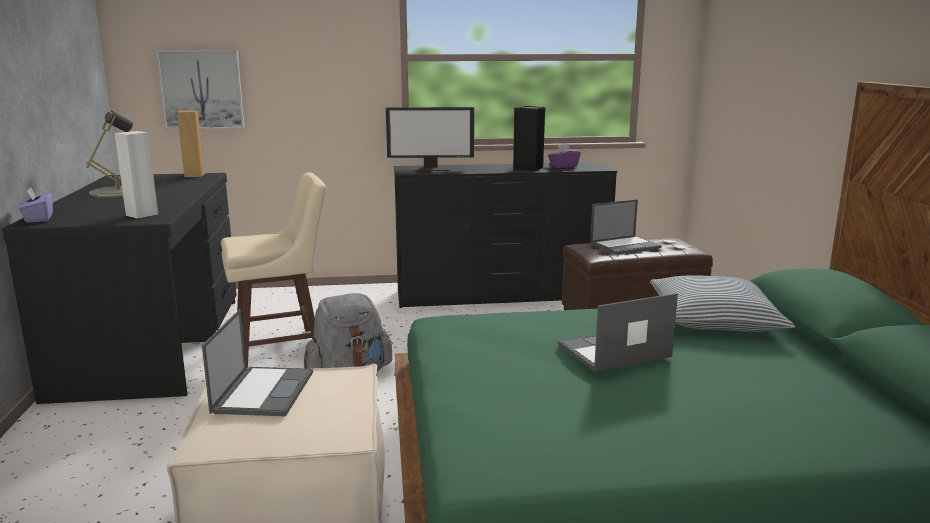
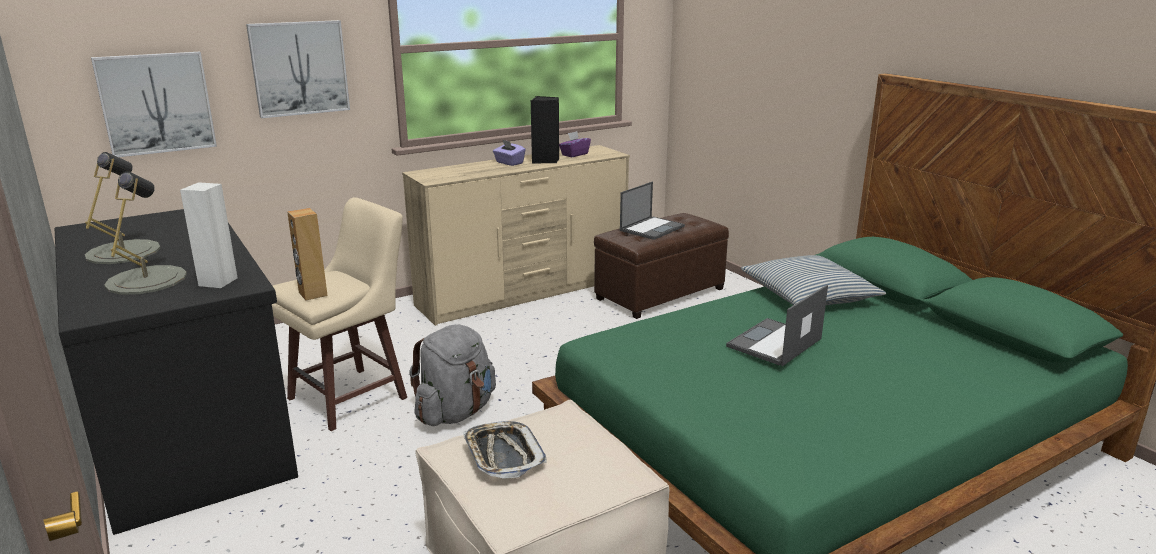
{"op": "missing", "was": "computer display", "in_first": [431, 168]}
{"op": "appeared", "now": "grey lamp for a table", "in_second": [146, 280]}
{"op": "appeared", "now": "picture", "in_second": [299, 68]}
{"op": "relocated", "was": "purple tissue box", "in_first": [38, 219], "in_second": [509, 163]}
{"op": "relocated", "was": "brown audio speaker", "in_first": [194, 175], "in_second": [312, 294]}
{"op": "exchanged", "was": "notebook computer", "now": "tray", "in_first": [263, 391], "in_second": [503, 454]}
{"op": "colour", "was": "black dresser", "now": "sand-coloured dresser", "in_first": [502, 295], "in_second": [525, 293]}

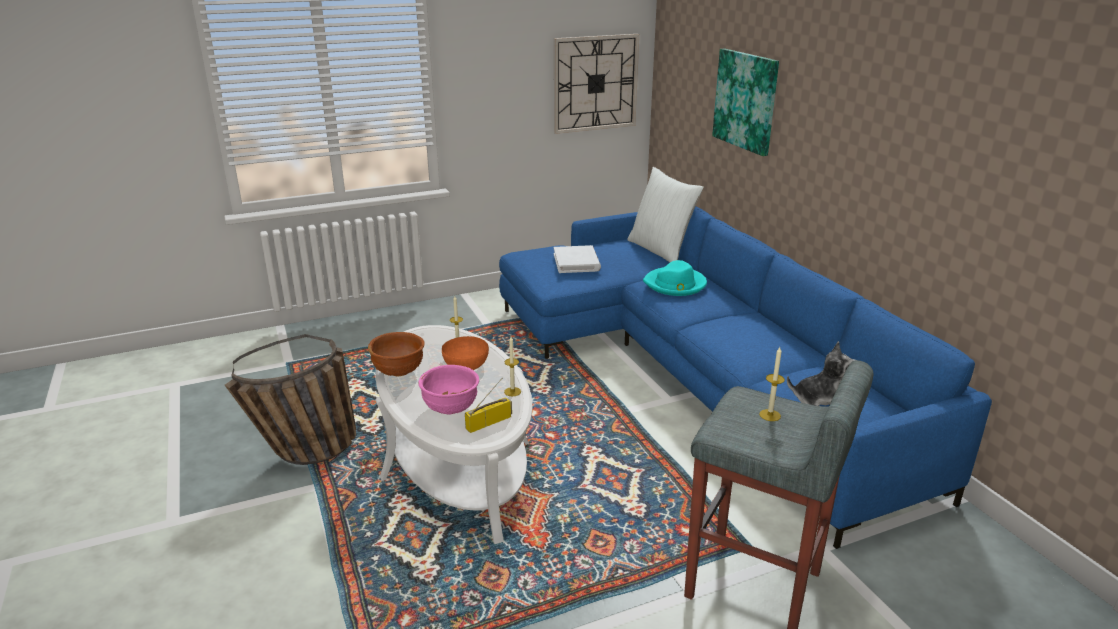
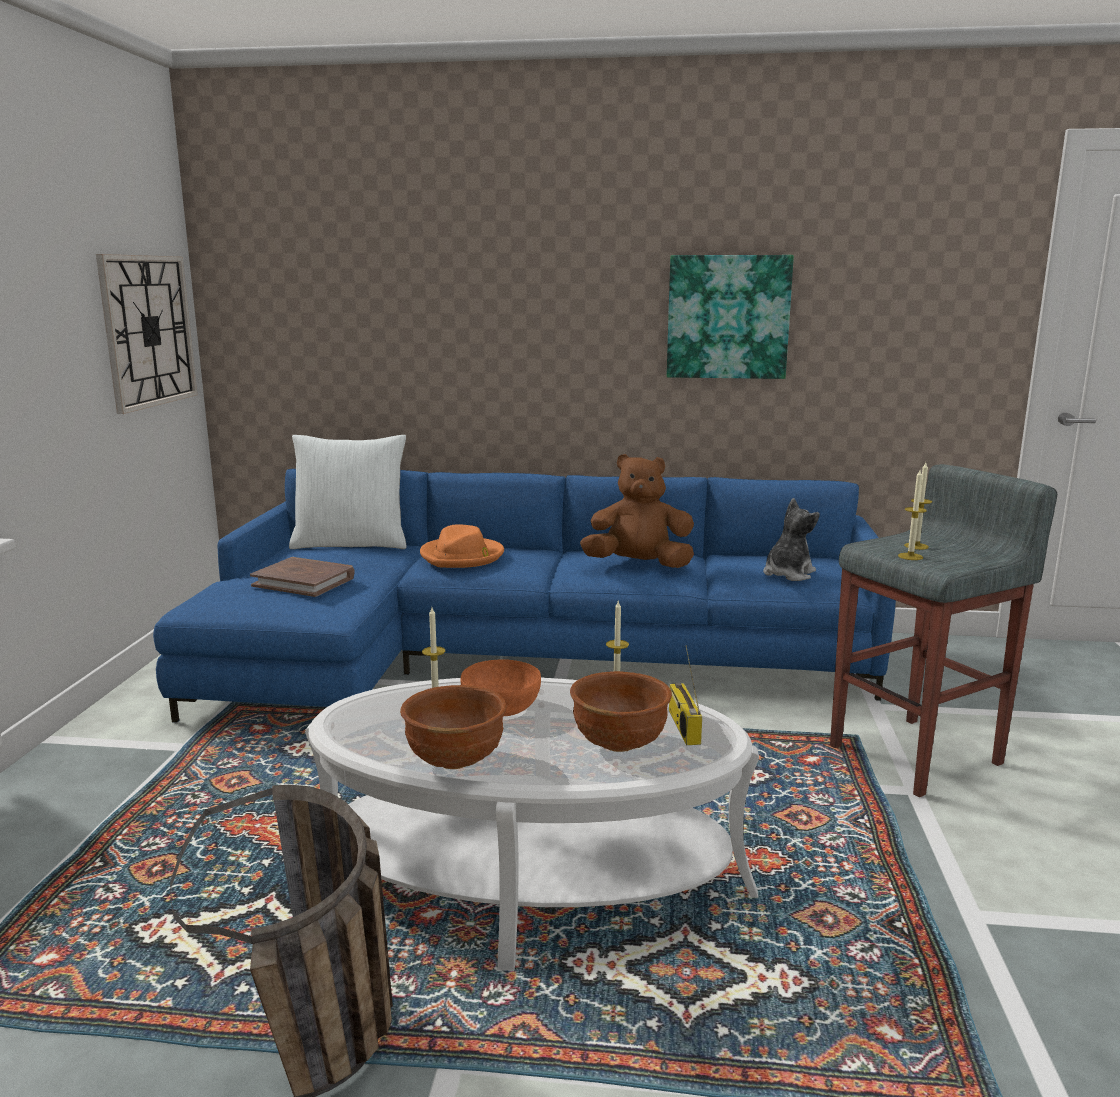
{"op": "appeared", "now": "brown plush toy", "in_second": [638, 565]}
{"op": "appeared", "now": "wax candle", "in_second": [910, 556]}
{"op": "relocated", "was": "picture", "in_first": [746, 100], "in_second": [728, 317]}
{"op": "colour", "was": "pink-coloured deep dish", "now": "brown deep dish", "in_first": [451, 409], "in_second": [620, 745]}
{"op": "colour", "was": "whitish volume", "now": "brown volume", "in_first": [576, 262], "in_second": [304, 581]}
{"op": "colour", "was": "blue-green hat", "now": "orange-coloured hat", "in_first": [675, 284], "in_second": [462, 556]}

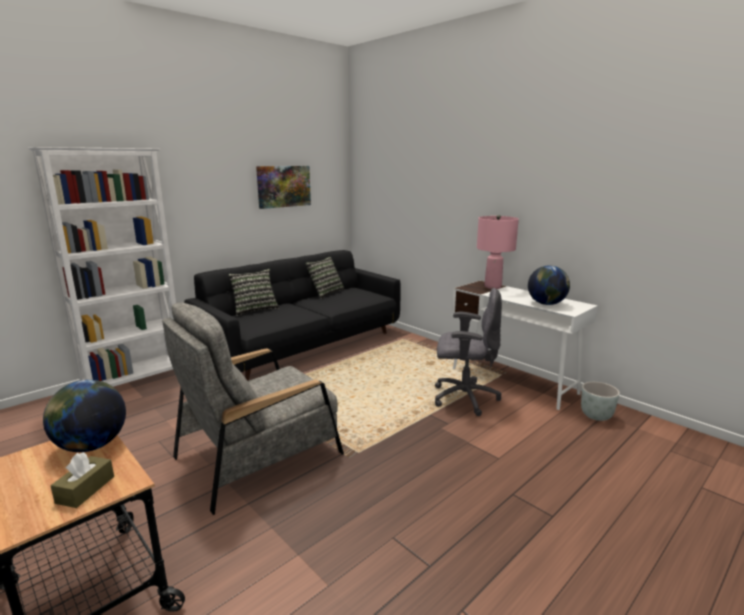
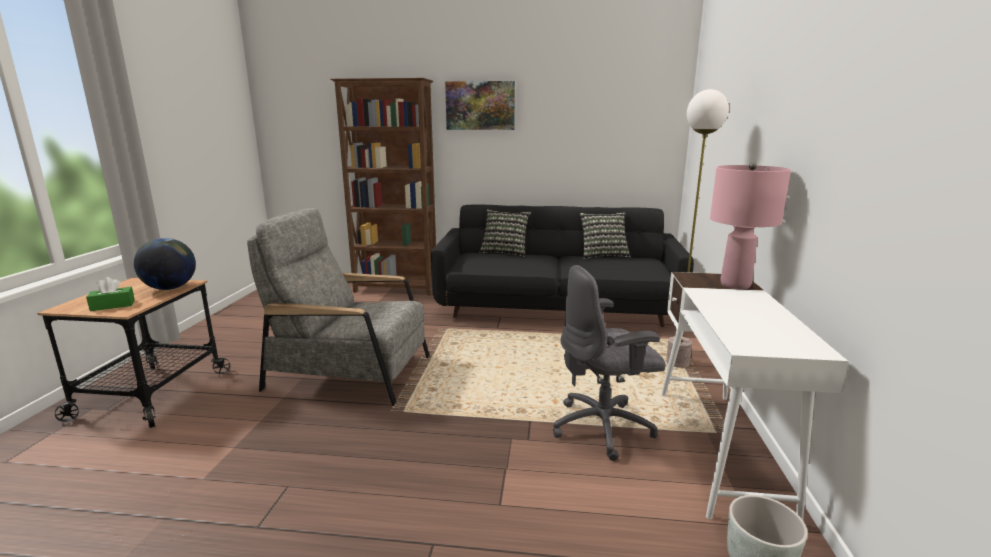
{"op": "missing", "was": "globe", "in_first": [546, 304]}
{"op": "appeared", "now": "floor lamp", "in_second": [678, 363]}
{"op": "relocated", "was": "picture", "in_first": [283, 186], "in_second": [480, 105]}
{"op": "colour", "was": "whitish bookcase", "now": "brown bookcase", "in_first": [136, 380], "in_second": [396, 289]}
{"op": "colour", "was": "brown tissue box", "now": "greenish tissue box", "in_first": [85, 489], "in_second": [113, 305]}
{"op": "spun", "was": "grey computer chair", "in_first": [463, 398], "in_second": [603, 428], "clockwise": 105}

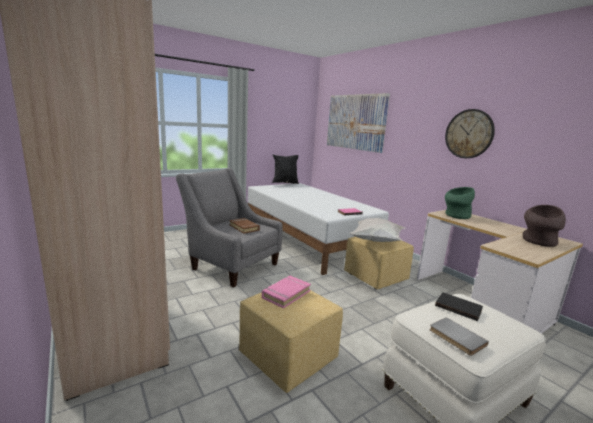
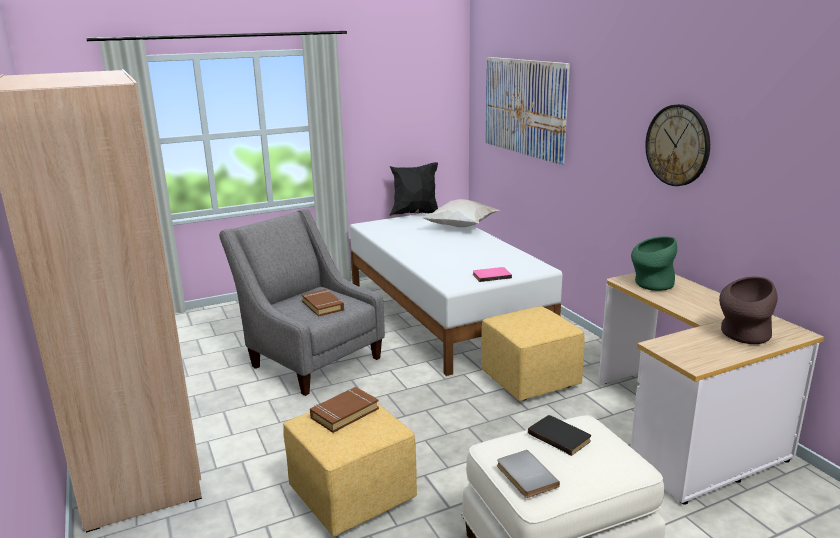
{"op": "relocated", "was": "whitish cushion", "in_first": [377, 241], "in_second": [462, 227]}
{"op": "colour", "was": "pink-coloured volume", "now": "brown volume", "in_first": [286, 294], "in_second": [344, 413]}

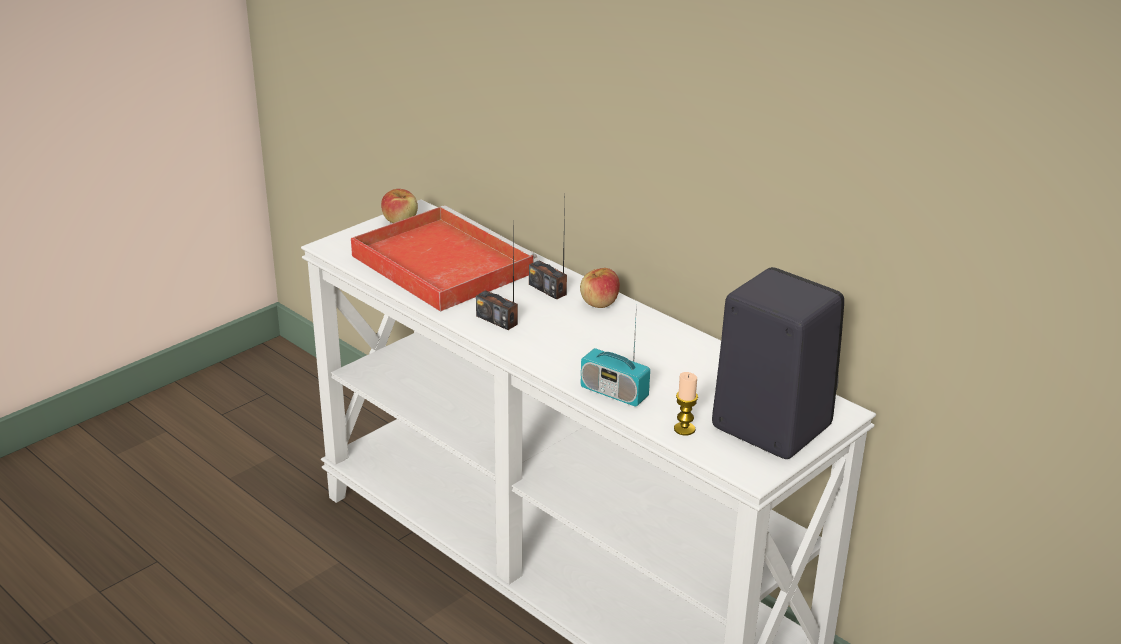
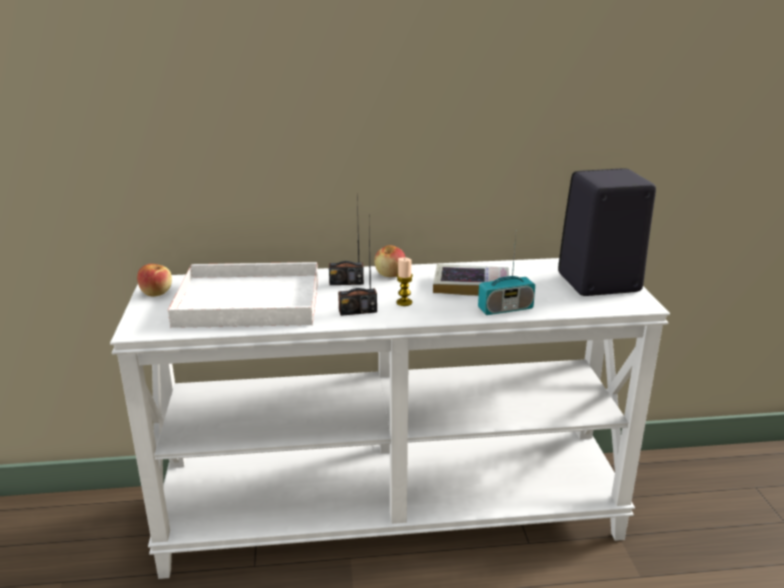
{"op": "appeared", "now": "volume", "in_second": [471, 286]}
{"op": "relocated", "was": "wax candle", "in_first": [684, 429], "in_second": [404, 302]}
{"op": "colour", "was": "red-coloured tray", "now": "whitish tray", "in_first": [439, 263], "in_second": [245, 302]}

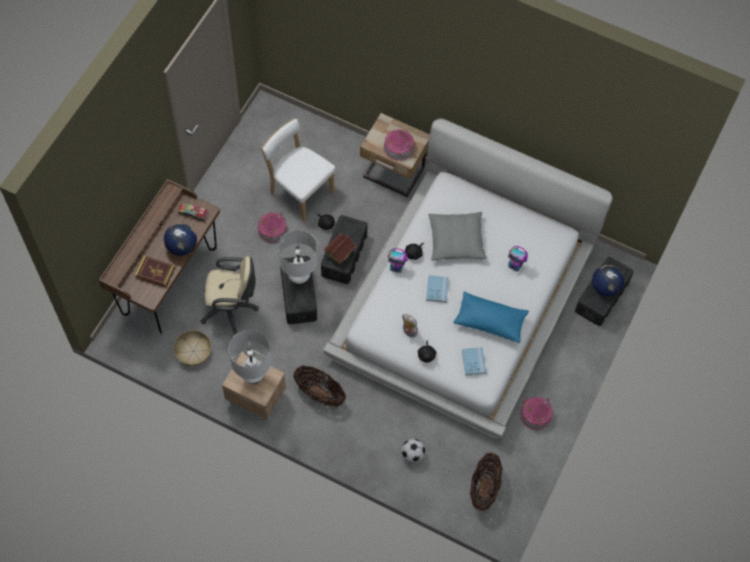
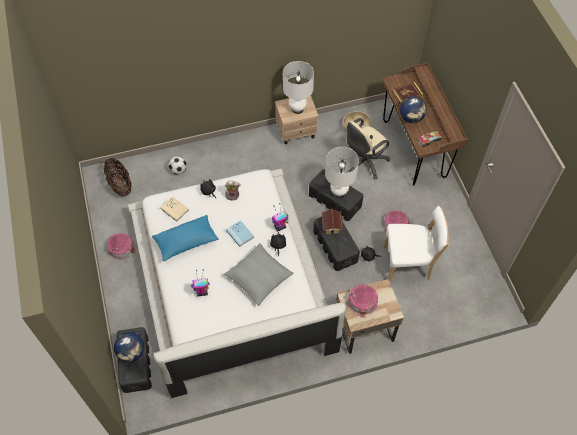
{"op": "missing", "was": "basket", "in_first": [319, 393]}
{"op": "colour", "was": "blue-coloured volume", "now": "sand-coloured volume", "in_first": [473, 362], "in_second": [174, 209]}

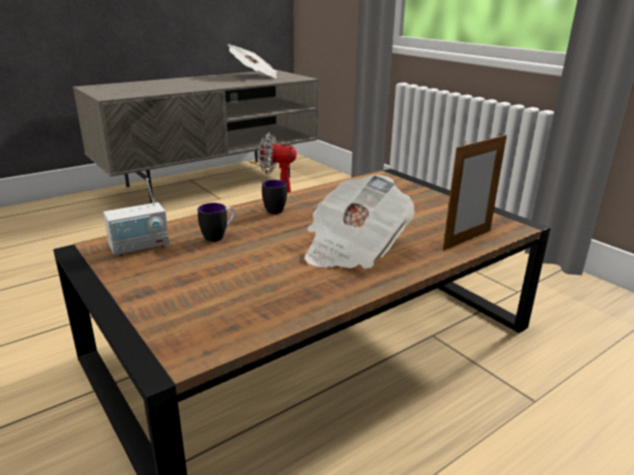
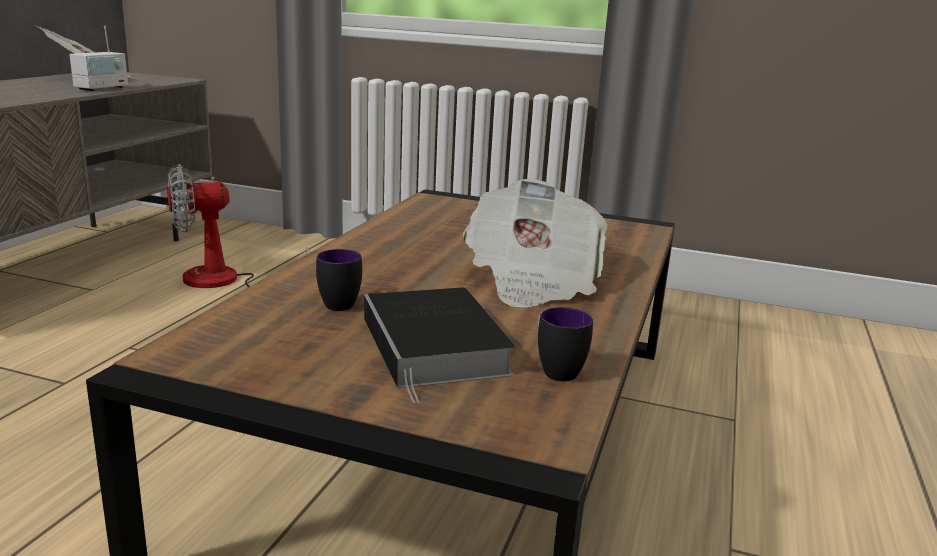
{"op": "missing", "was": "picture frame", "in_first": [467, 239]}
{"op": "appeared", "now": "volume", "in_second": [437, 348]}
{"op": "relocated", "was": "radio receiver", "in_first": [140, 247], "in_second": [102, 88]}
{"op": "relocated", "was": "tea mug", "in_first": [276, 209], "in_second": [555, 369]}

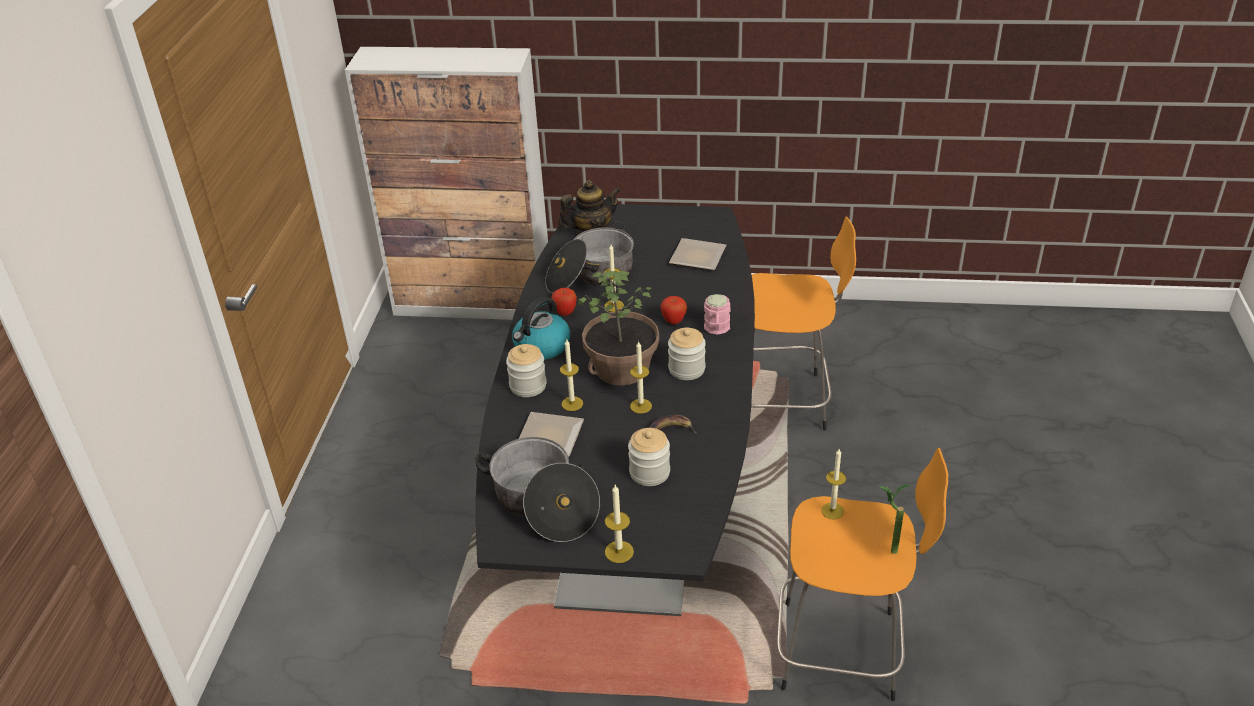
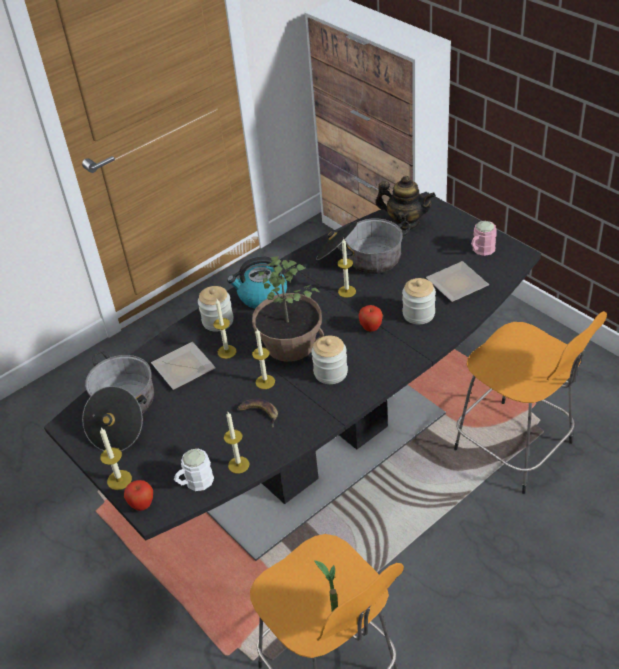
{"op": "appeared", "now": "whitish tea mug", "in_second": [195, 482]}
{"op": "relocated", "was": "apple", "in_first": [565, 313], "in_second": [142, 505]}
{"op": "relocated", "was": "jar", "in_first": [649, 472], "in_second": [418, 314]}
{"op": "relocated", "was": "pink-coloured tea mug", "in_first": [717, 329], "in_second": [481, 250]}
{"op": "relocated", "was": "wax candle", "in_first": [832, 511], "in_second": [238, 465]}

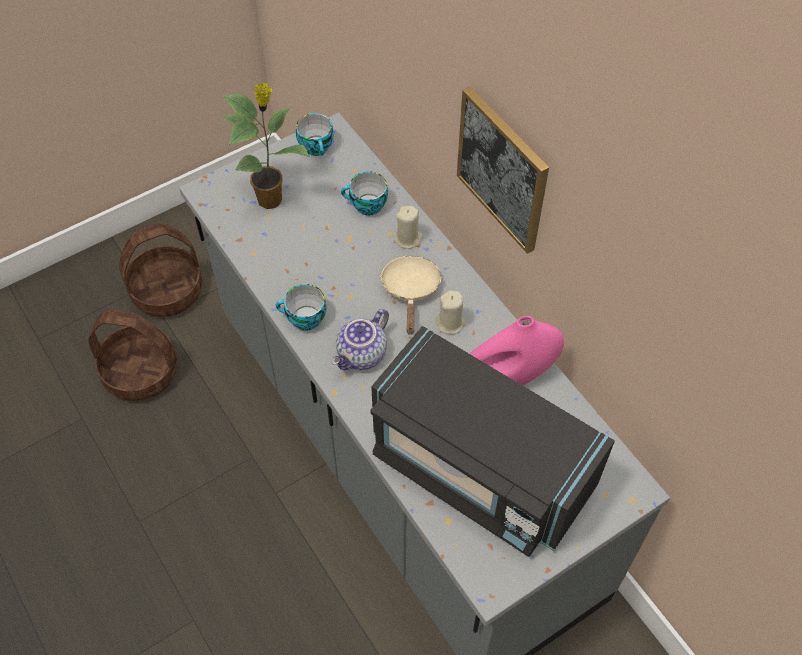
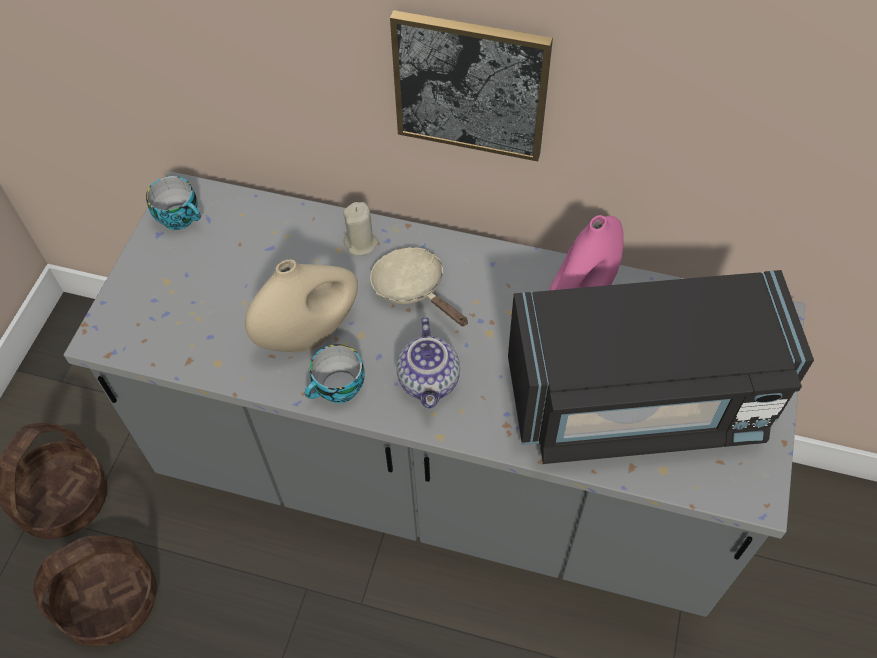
{"op": "missing", "was": "plant in a pot", "in_first": [271, 199]}
{"op": "missing", "was": "small cup", "in_first": [366, 206]}
{"op": "missing", "was": "sand-coloured wax candle", "in_first": [450, 323]}
{"op": "appeared", "now": "sand-coloured decorative vase", "in_second": [309, 333]}

